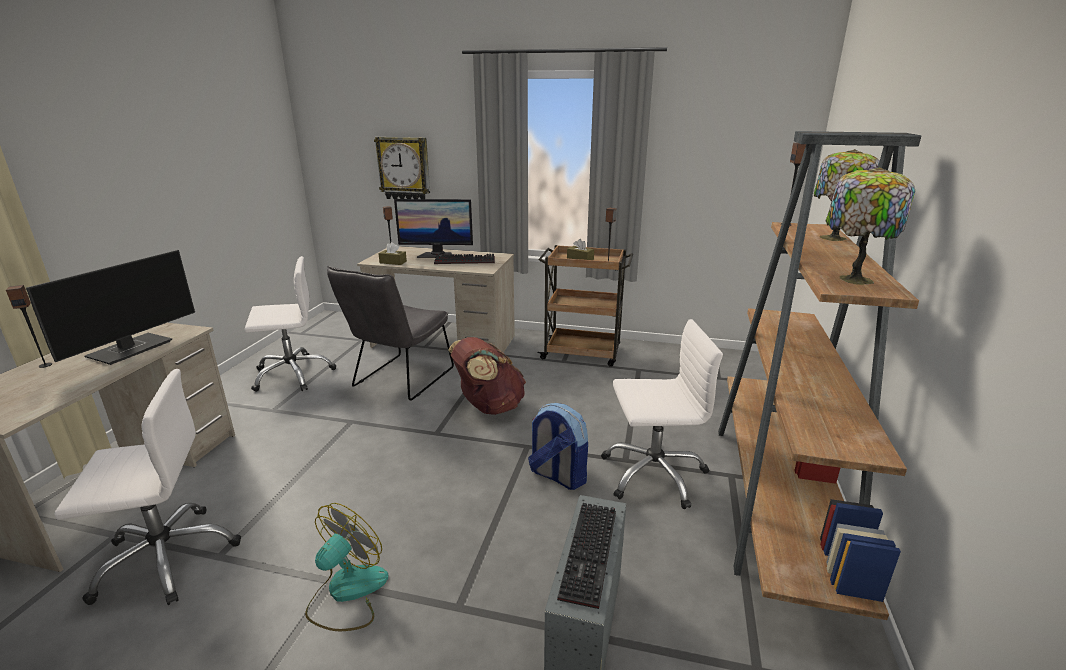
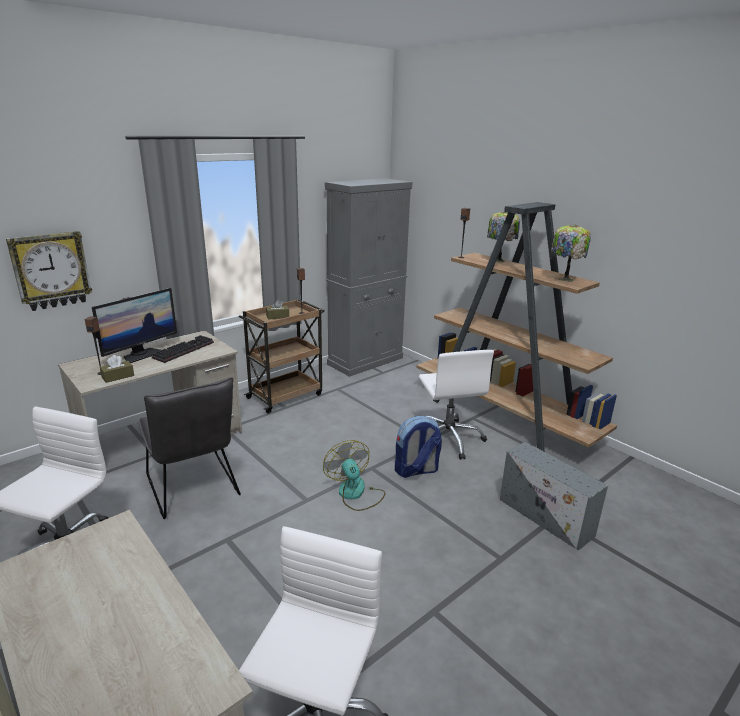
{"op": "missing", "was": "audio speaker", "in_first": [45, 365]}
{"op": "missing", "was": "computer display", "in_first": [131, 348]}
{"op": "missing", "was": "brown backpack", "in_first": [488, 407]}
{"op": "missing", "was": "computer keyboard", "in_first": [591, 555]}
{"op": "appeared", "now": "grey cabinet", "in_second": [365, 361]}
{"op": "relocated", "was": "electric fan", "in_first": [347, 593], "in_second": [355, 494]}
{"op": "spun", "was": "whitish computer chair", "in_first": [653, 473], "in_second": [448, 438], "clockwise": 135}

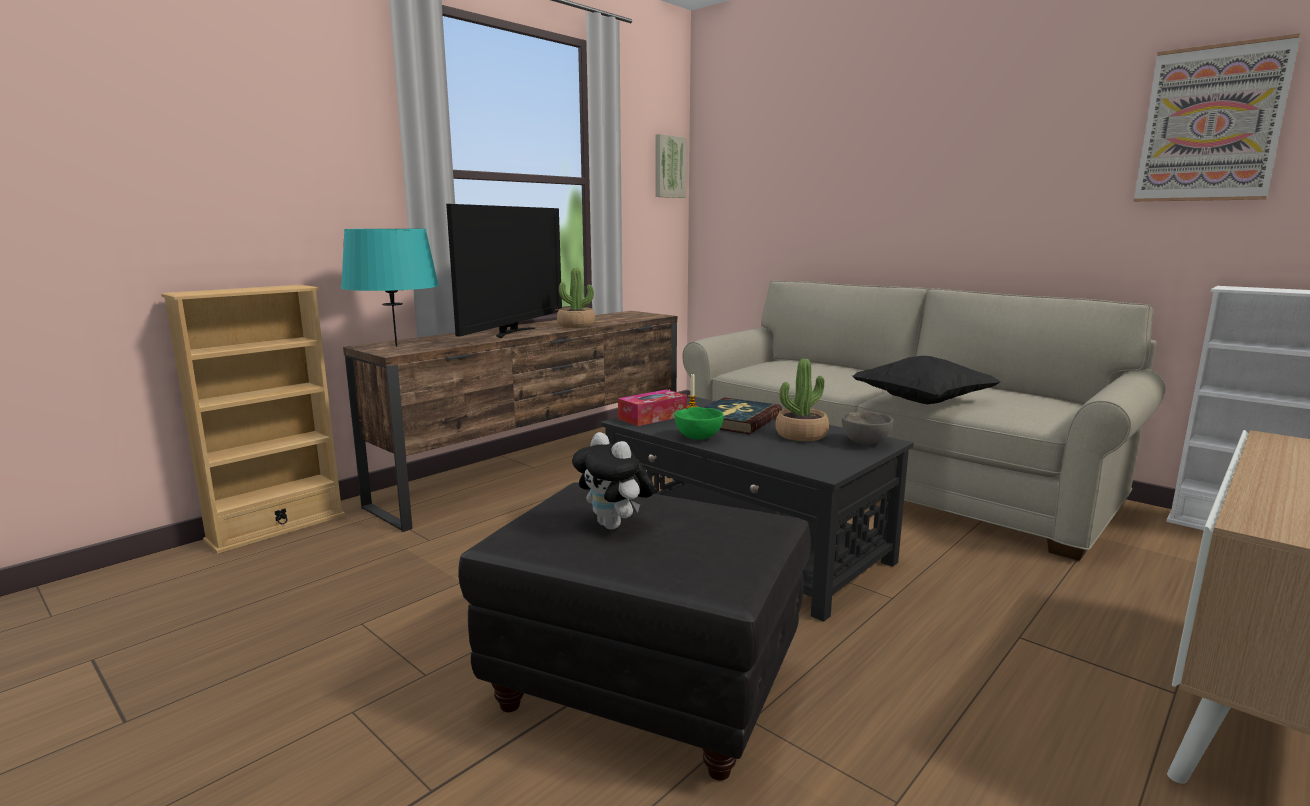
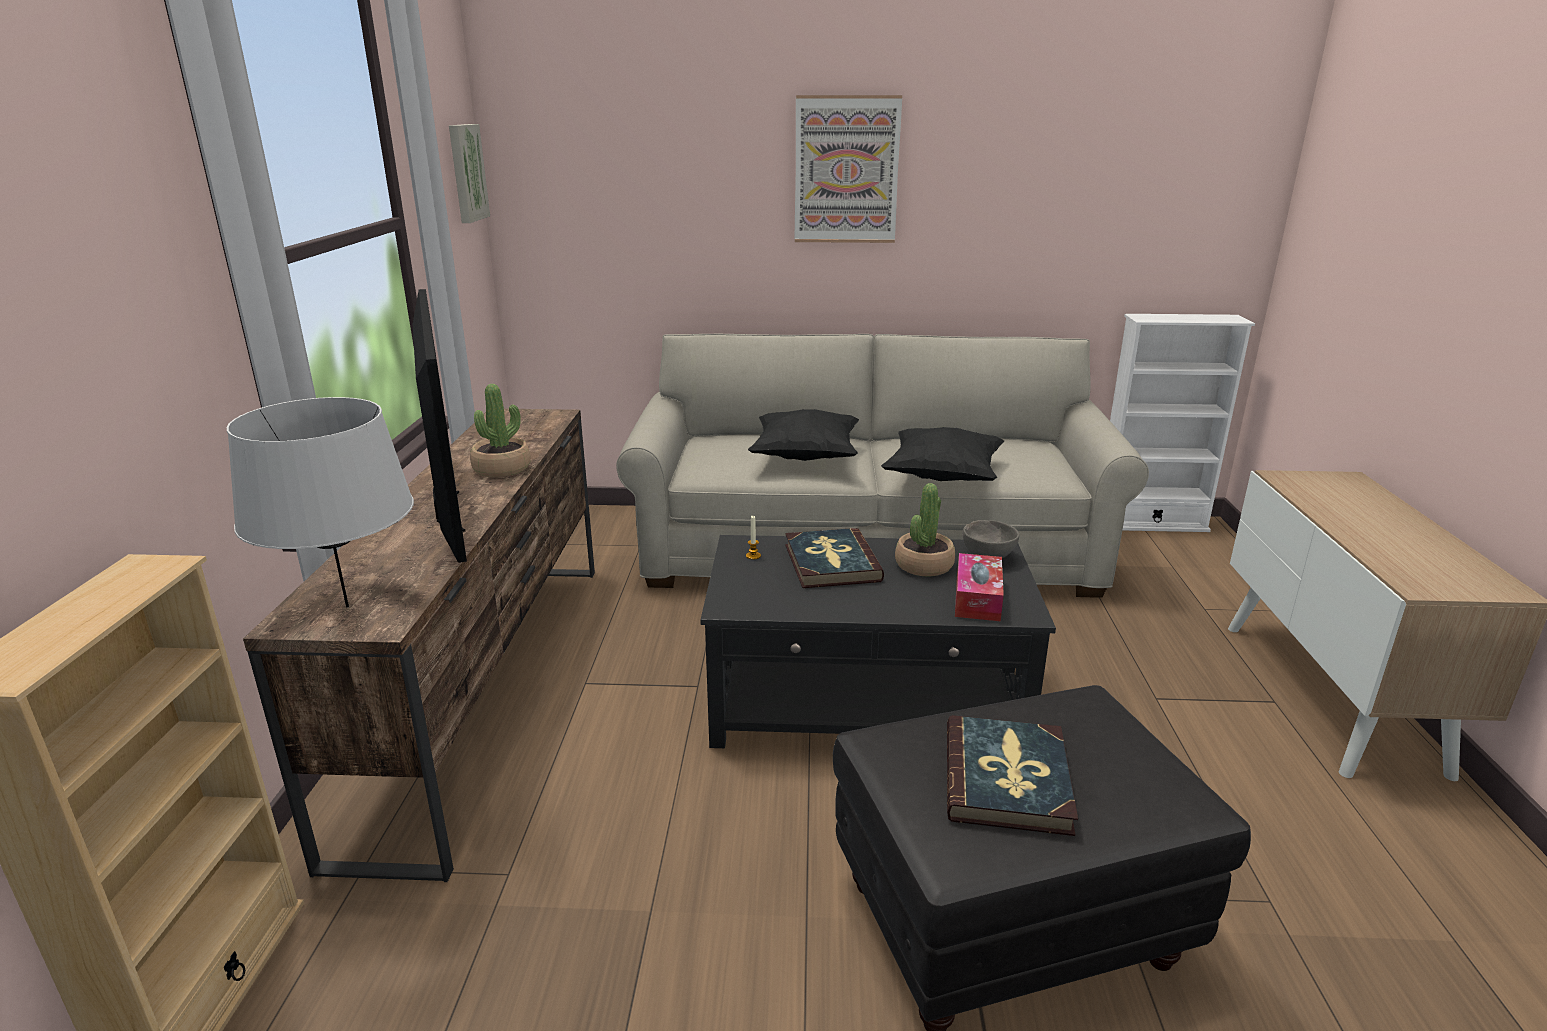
{"op": "missing", "was": "greenish deep dish", "in_first": [698, 438]}
{"op": "appeared", "now": "black cushion", "in_second": [805, 457]}
{"op": "relocated", "was": "tissue box", "in_first": [652, 417], "in_second": [977, 598]}
{"op": "relocated", "was": "picture", "in_first": [1211, 124], "in_second": [846, 170]}
{"op": "exchanged", "was": "plush toy", "now": "volume", "in_first": [615, 526], "in_second": [1007, 779]}
{"op": "colour", "was": "blue-green lamp for a table", "now": "grey lamp for a table", "in_first": [396, 346], "in_second": [348, 607]}

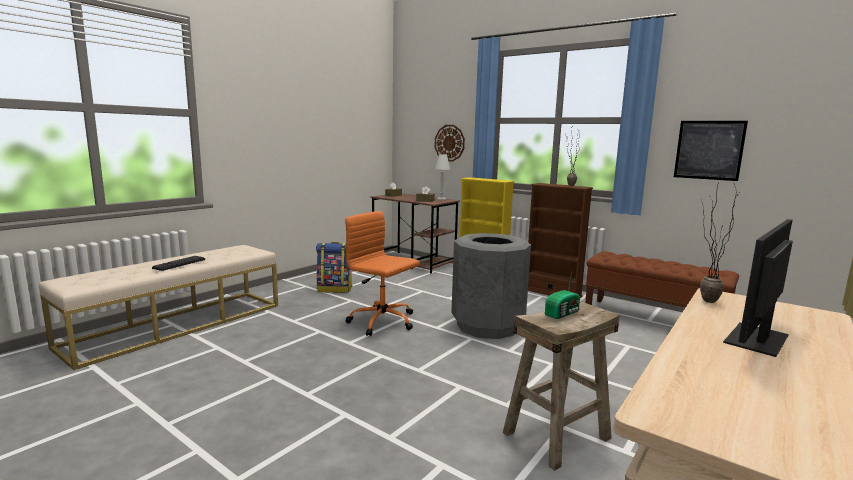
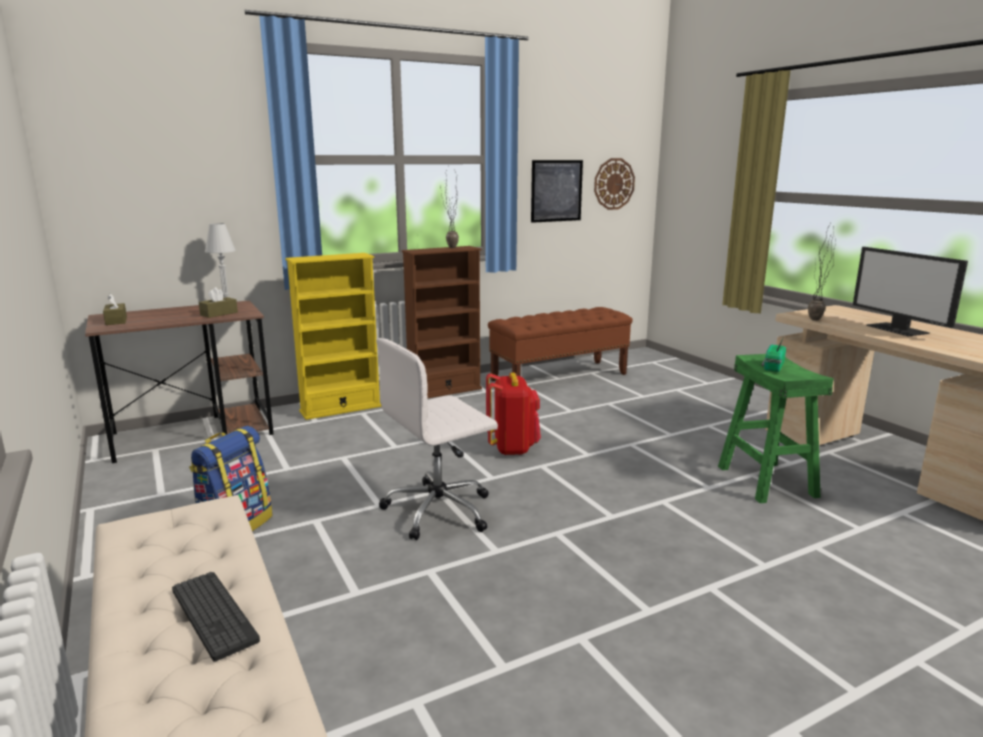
{"op": "relocated", "was": "hanging clock", "in_first": [449, 143], "in_second": [614, 184]}
{"op": "exchanged", "was": "grey rubbish bin", "now": "red-coloured backpack", "in_first": [487, 326], "in_second": [512, 448]}
{"op": "colour", "was": "orange-coloured computer chair", "now": "whitish computer chair", "in_first": [383, 322], "in_second": [440, 510]}
{"op": "colour", "was": "sand-coloured sitting stool", "now": "greenish sitting stool", "in_first": [556, 435], "in_second": [765, 481]}
{"op": "spun", "was": "radio receiver", "in_first": [563, 313], "in_second": [772, 367], "clockwise": -135}

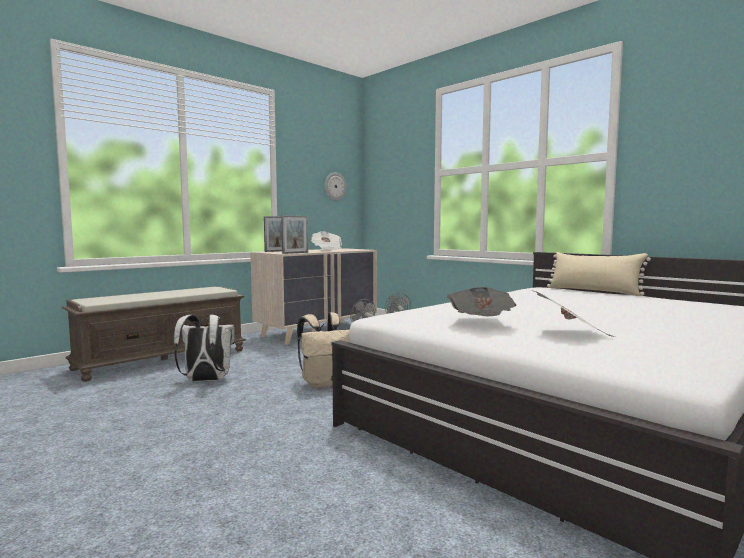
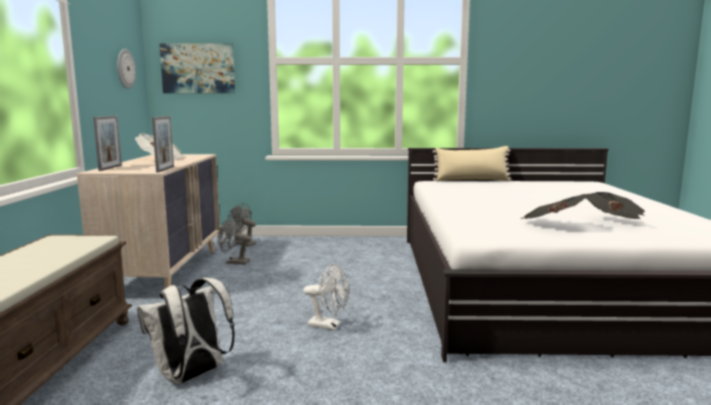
{"op": "appeared", "now": "picture", "in_second": [198, 68]}
{"op": "exchanged", "was": "sand-coloured backpack", "now": "whitish electric fan", "in_first": [324, 383], "in_second": [329, 326]}

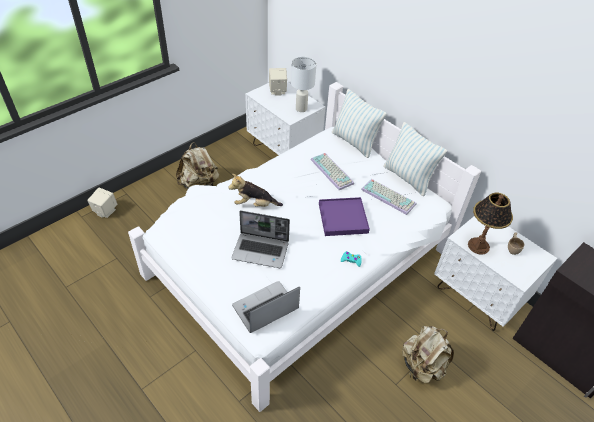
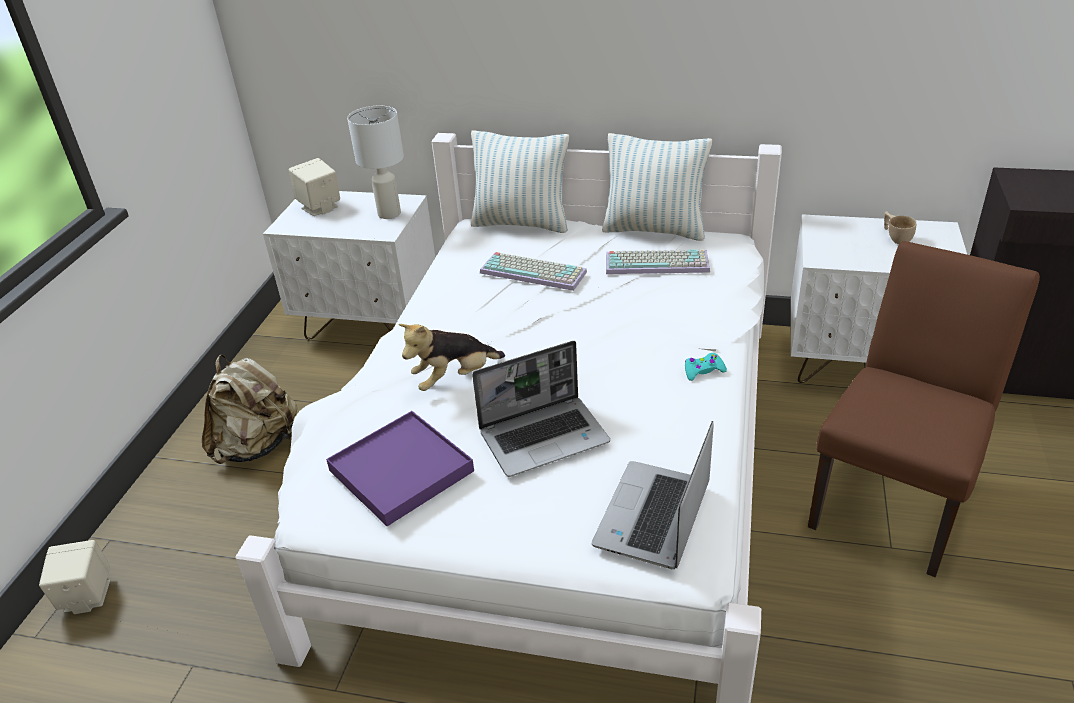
{"op": "missing", "was": "lamp for a table", "in_first": [478, 246]}
{"op": "relocated", "was": "purple tray", "in_first": [343, 218], "in_second": [401, 470]}
{"op": "exchanged", "was": "sand-coloured backpack", "now": "brown upright chair", "in_first": [422, 366], "in_second": [895, 497]}

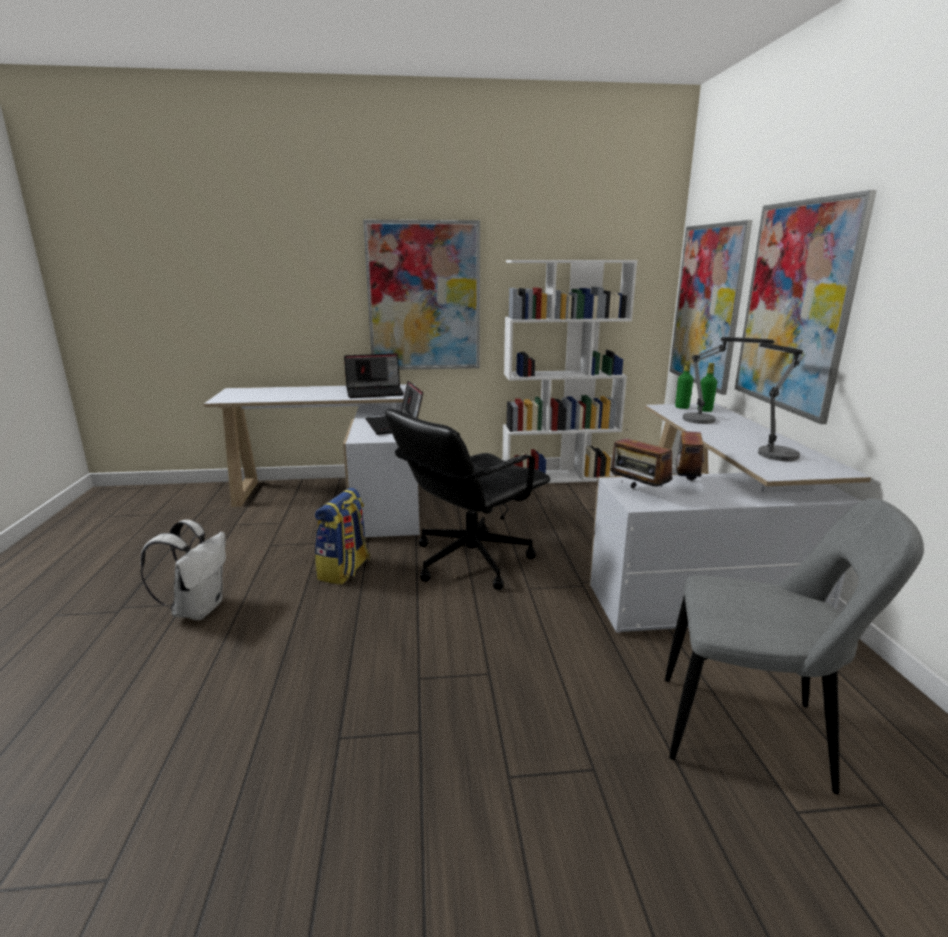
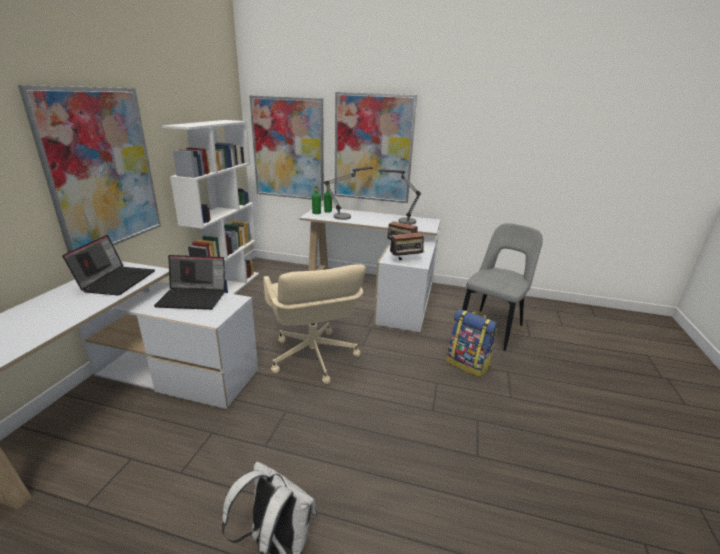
{"op": "relocated", "was": "backpack", "in_first": [345, 570], "in_second": [468, 364]}
{"op": "colour", "was": "black computer chair", "now": "sand-coloured computer chair", "in_first": [469, 560], "in_second": [313, 357]}

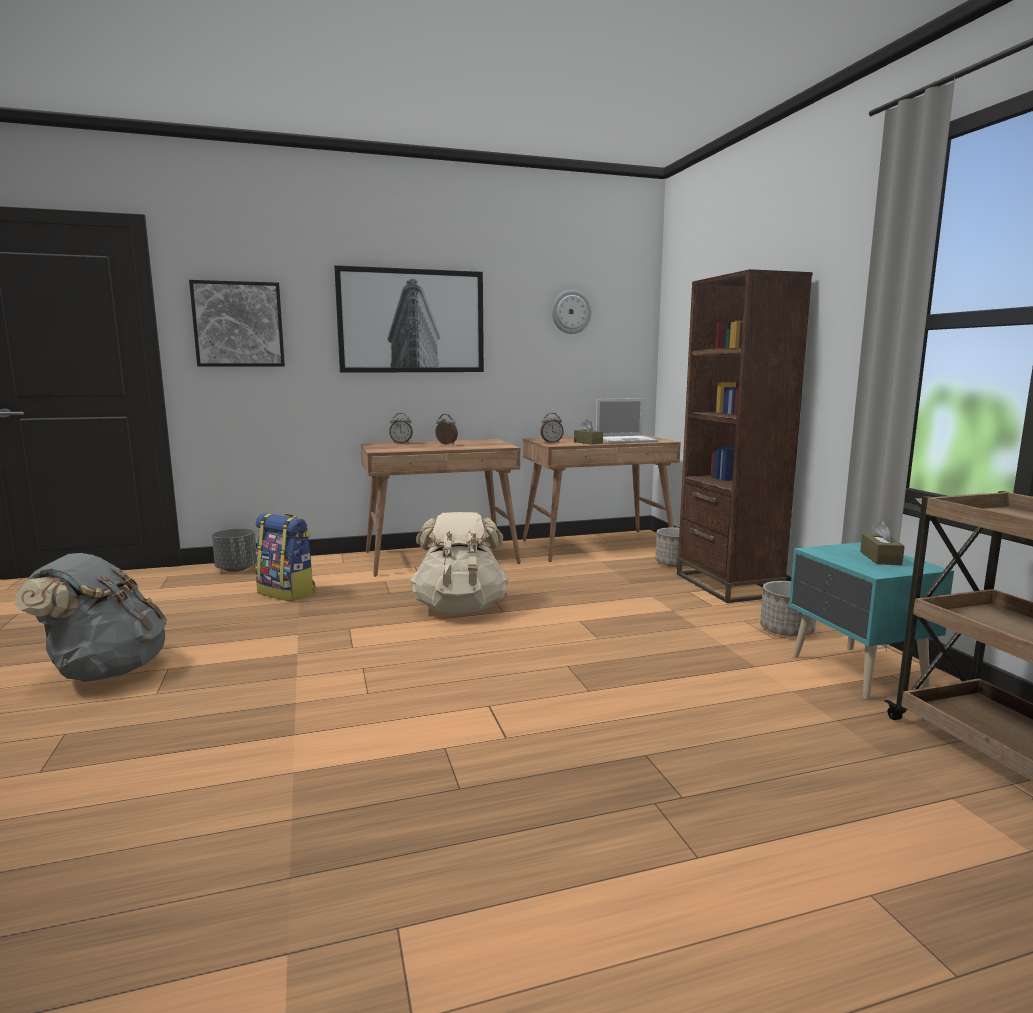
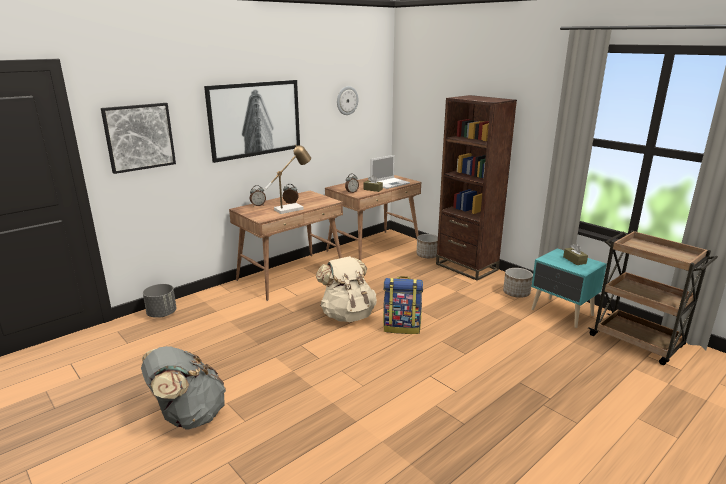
{"op": "appeared", "now": "lamp for a table", "in_second": [292, 209]}
{"op": "relocated", "was": "backpack", "in_first": [287, 593], "in_second": [402, 327]}

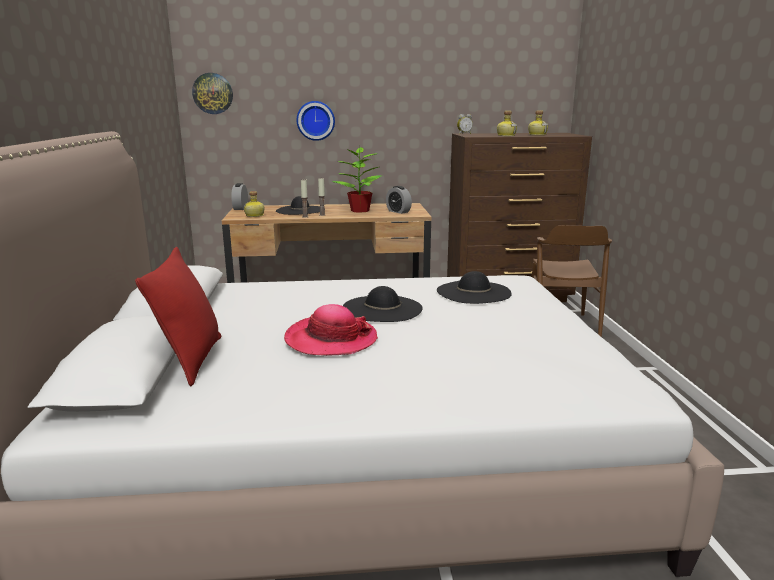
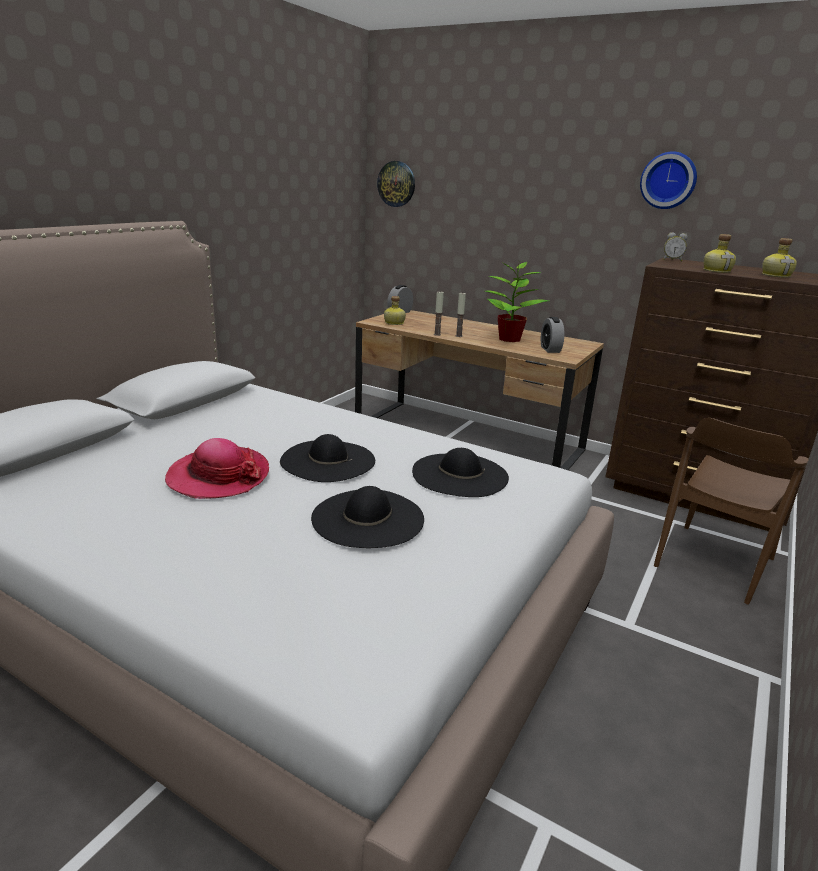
{"op": "missing", "was": "red-coloured cushion", "in_first": [191, 360]}
{"op": "relocated", "was": "black hat", "in_first": [300, 210], "in_second": [368, 518]}
{"op": "relocated", "was": "hanging clock", "in_first": [315, 120], "in_second": [668, 180]}

